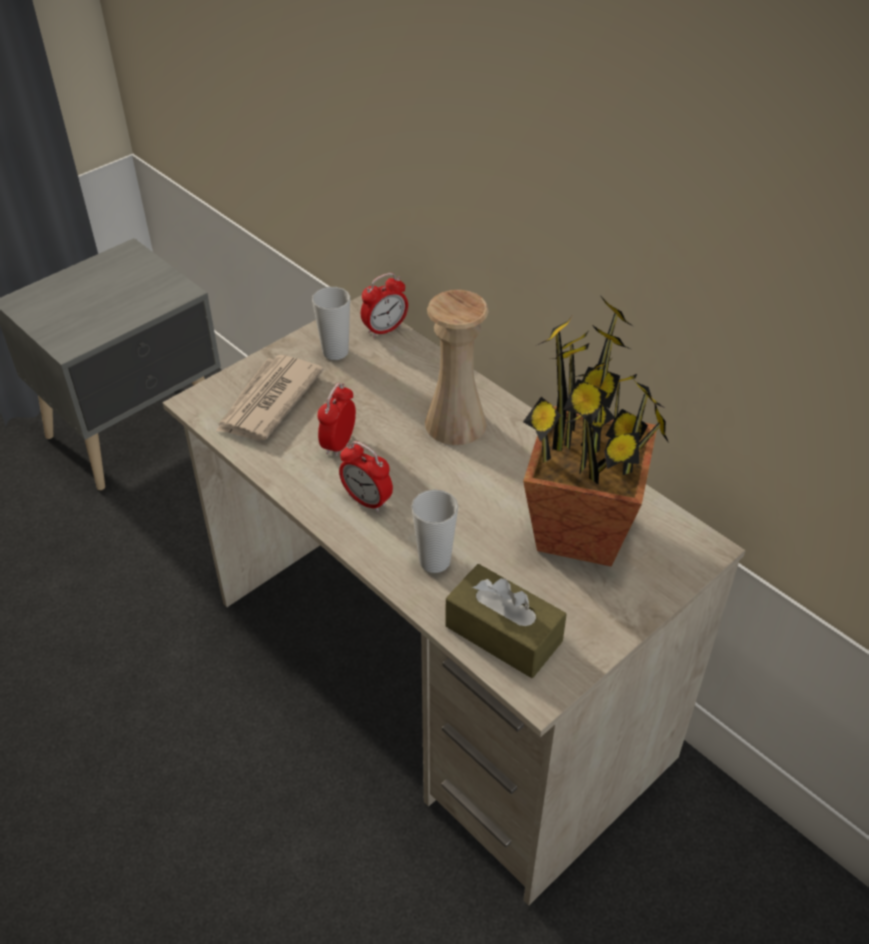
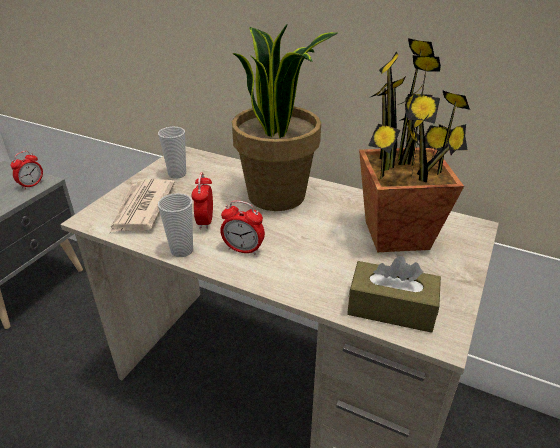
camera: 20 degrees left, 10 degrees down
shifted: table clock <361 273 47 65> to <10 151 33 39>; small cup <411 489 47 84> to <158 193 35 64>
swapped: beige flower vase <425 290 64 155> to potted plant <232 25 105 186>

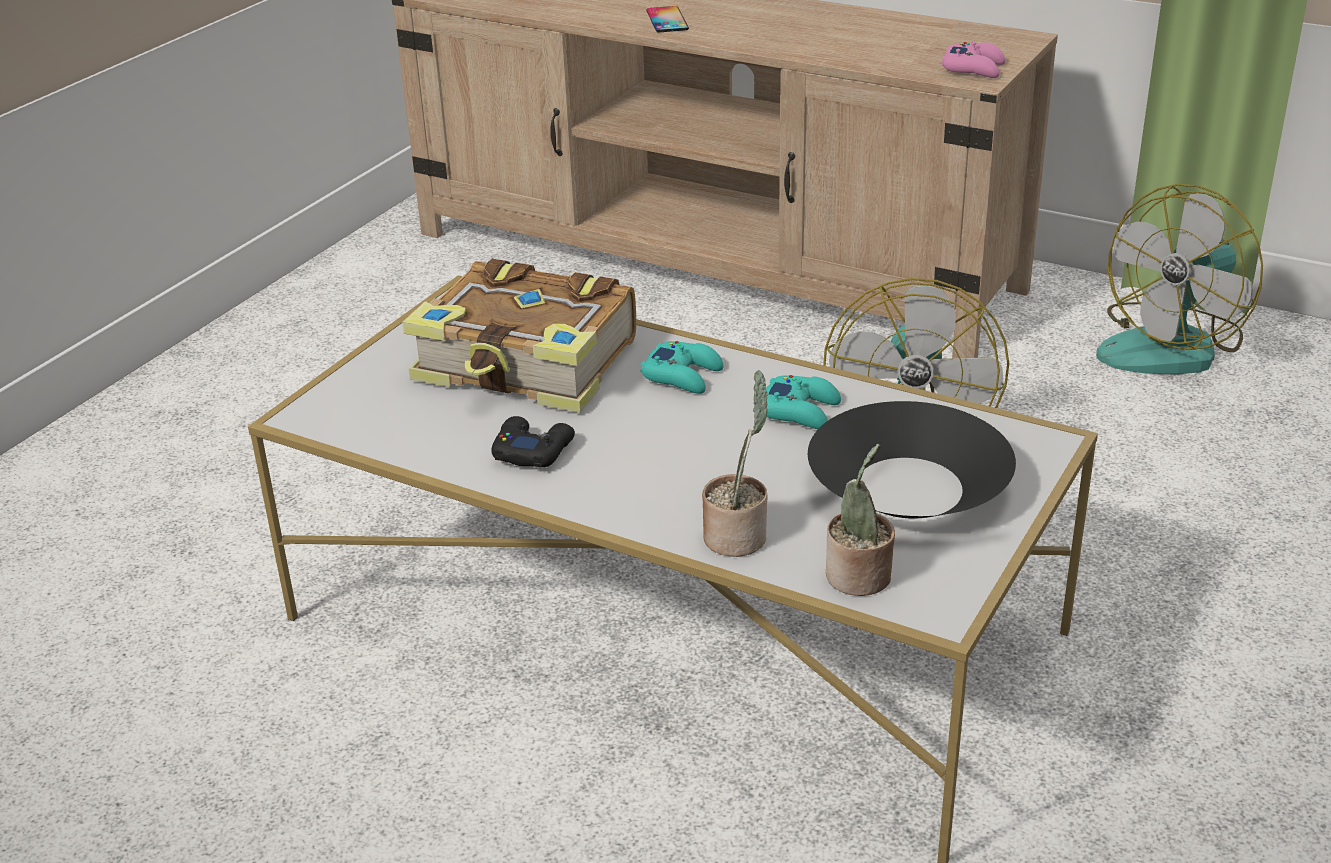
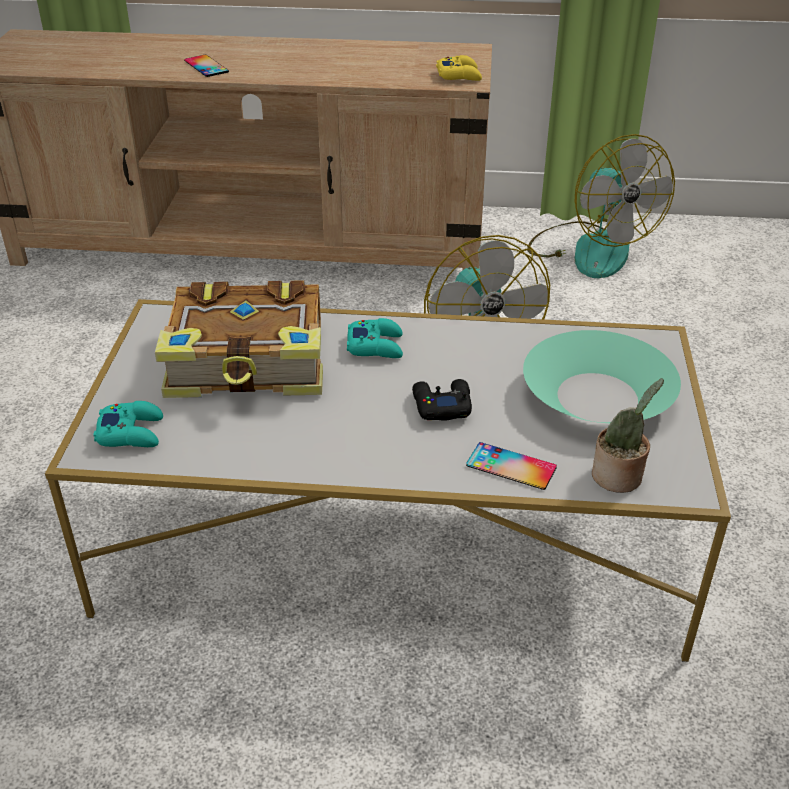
camera: 25 degrees left, 5 degrees up
shifted: turquoise-coloured joypad <766 375 75 54> to <93 401 70 46>; blackish joypad <491 416 84 51> to <412 379 60 42>
swapped: potted plant <702 370 66 187> to handset <466 442 91 48>
repainted: pink joypad <941 42 65 36> to yellow-coloured joypad <436 55 46 26>; blackish deep dish <808 401 208 118> to turquoise-coloured deep dish <523 330 158 93>
rotated: electric fan <1096 184 167 191> = <527 134 148 144> 45 degrees counterclockwise

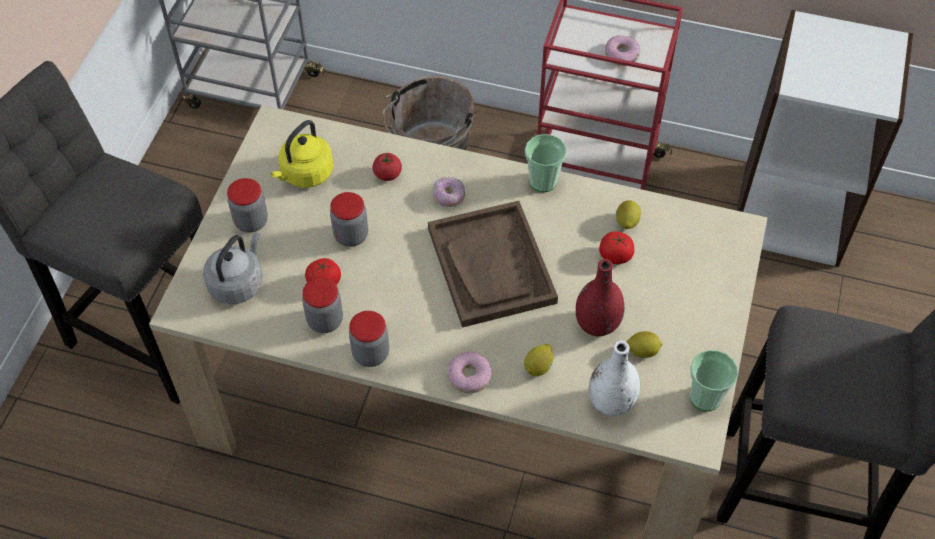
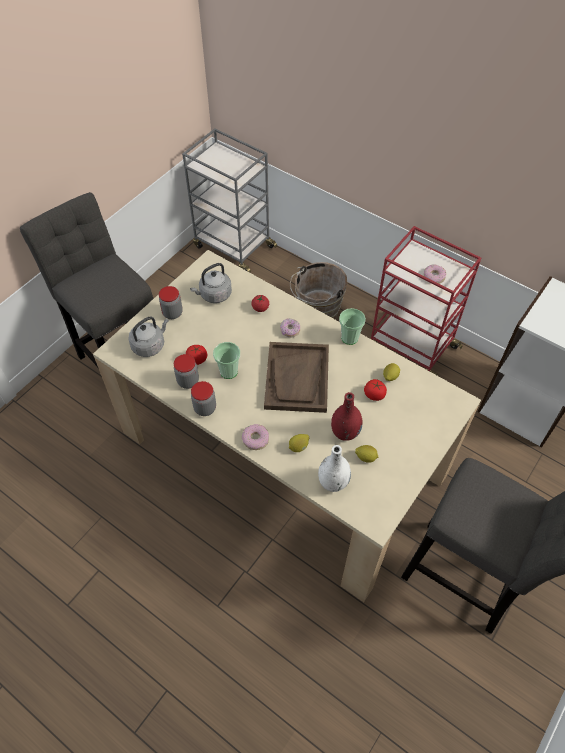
camera: 20 degrees right, 0 degrees up
gone: storage jar <330 192 38 55>
shifted: small cup <690 350 48 61> to <213 342 27 37>
repainted: yellow-coloured water kettle <271 120 62 68> to gray water kettle <190 263 42 40>

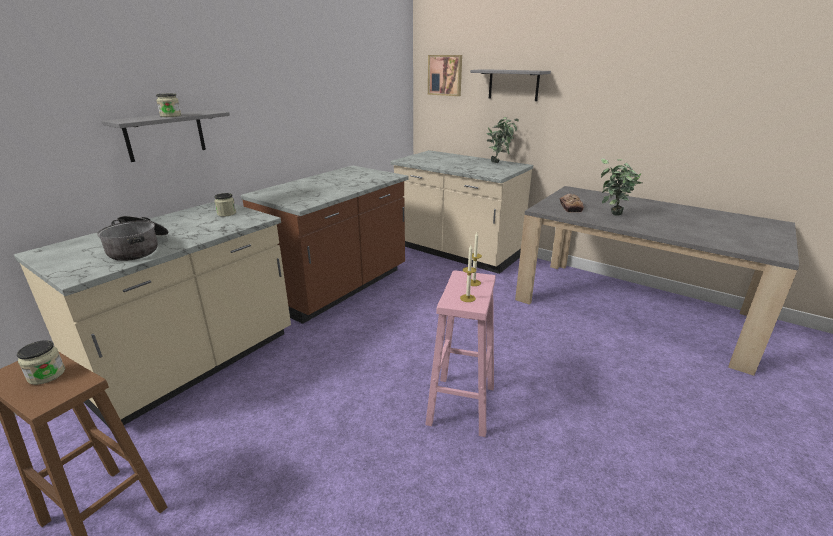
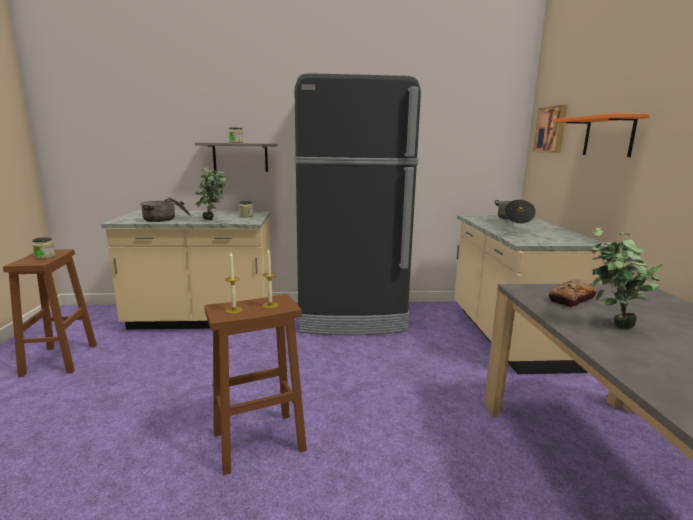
camera: 50 degrees right, 10 degrees down
new: stockpot <495 199 41 25>
shifted: potted plant <487 117 32 46> to <194 167 33 53>
swapped: brown-coloured counter <241 165 167 159> to blackish fridge <294 73 127 262>
repainted: gray shelf <470 69 81 32> to orangey shelf <553 113 97 44>; pink sitting stool <425 270 71 167> to brown-coloured sitting stool <204 294 103 181>

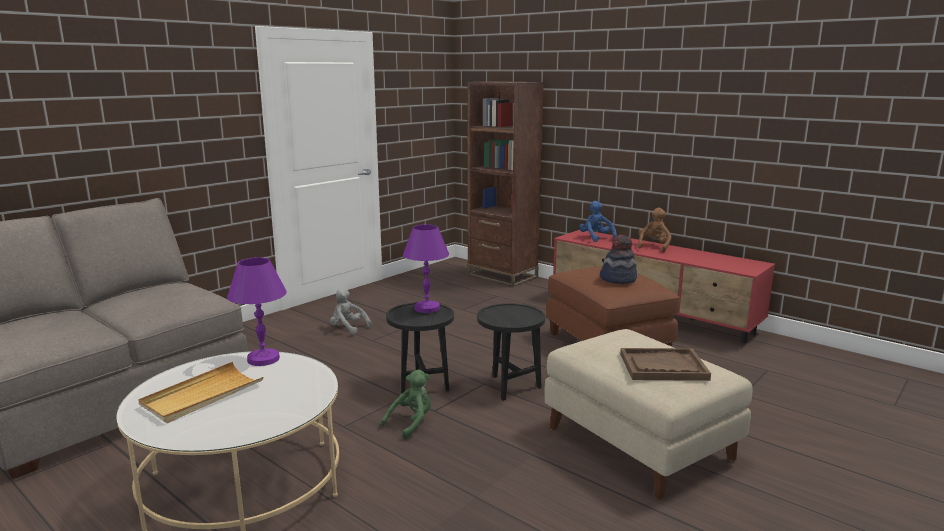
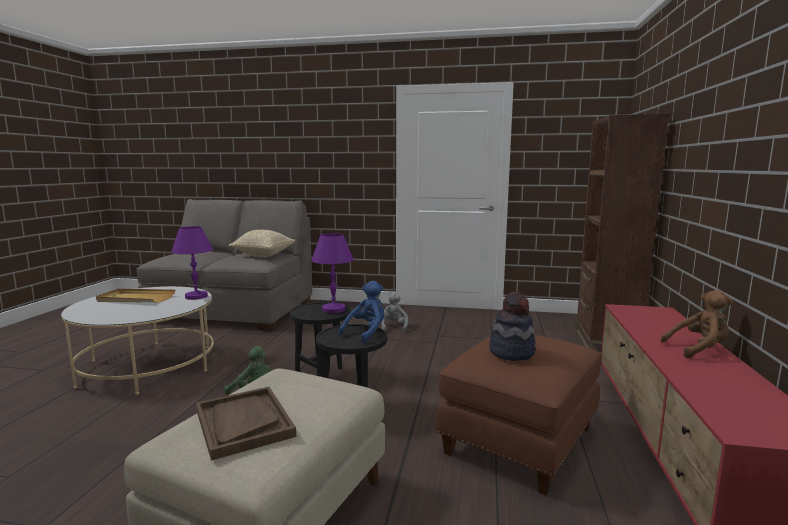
camera: 60 degrees right, 5 degrees down
new: beige cushion <229 230 67 28>
shifted: blue plush toy <579 201 38 41> to <339 281 46 62>

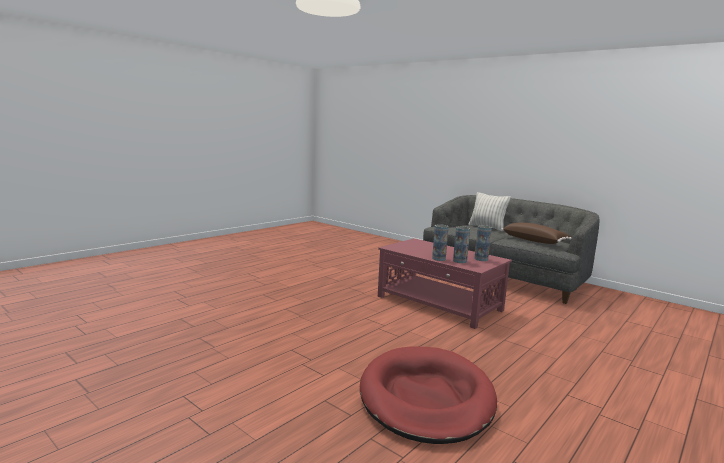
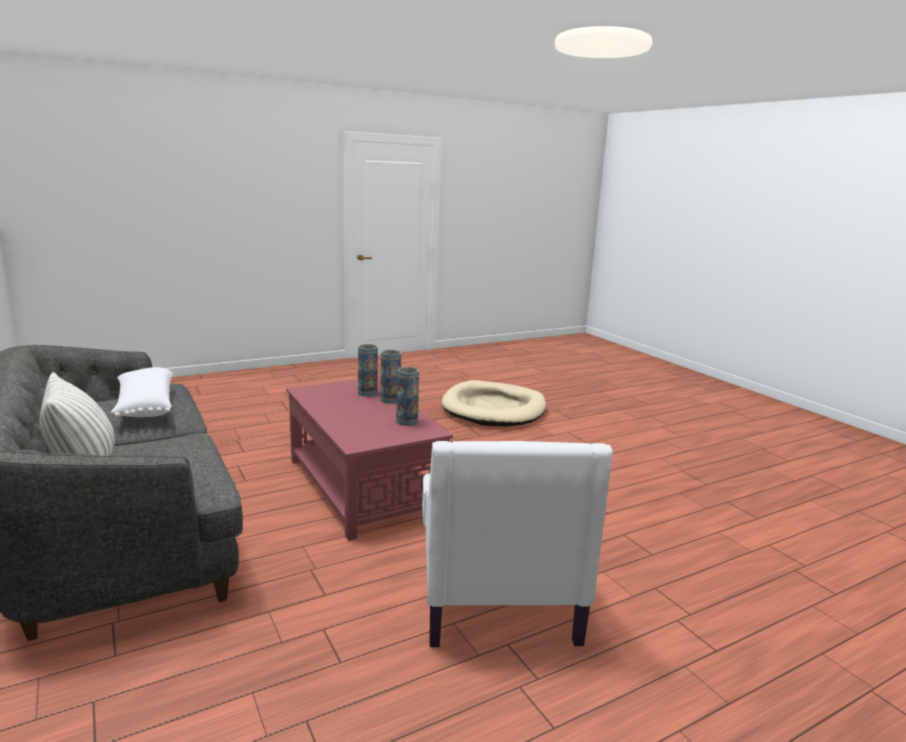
camera: 160 degrees left, 5 degrees up
new: white easy chair <422 441 191 206>
shifted: flower vase <474 225 18 36> to <396 367 23 59>
repainted: brown-coloured cushion <501 222 71 22> to white cushion <111 367 62 50>; reddish dog cushion <360 347 137 97> to beige dog cushion <442 380 104 46>

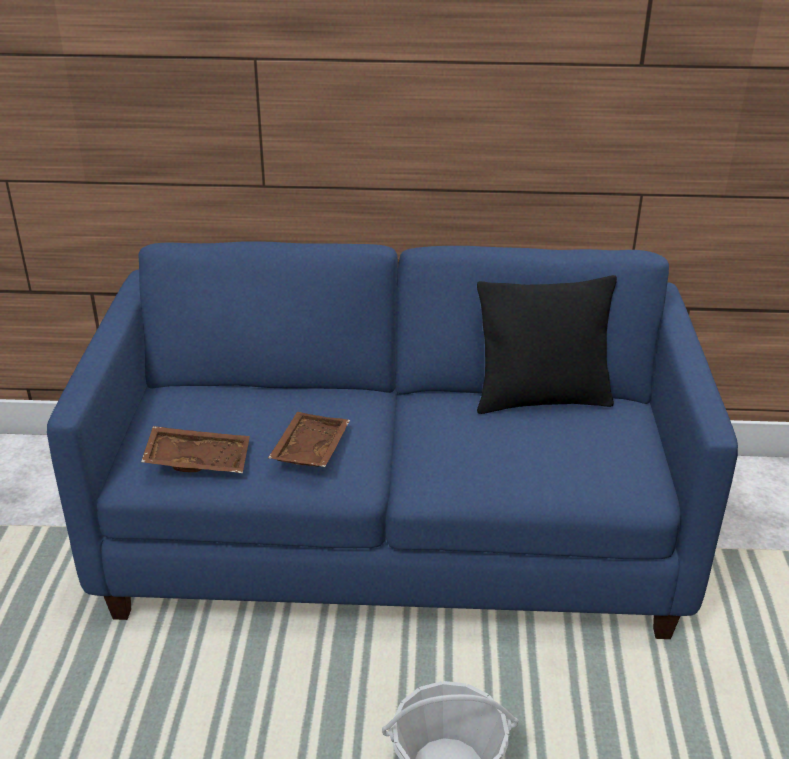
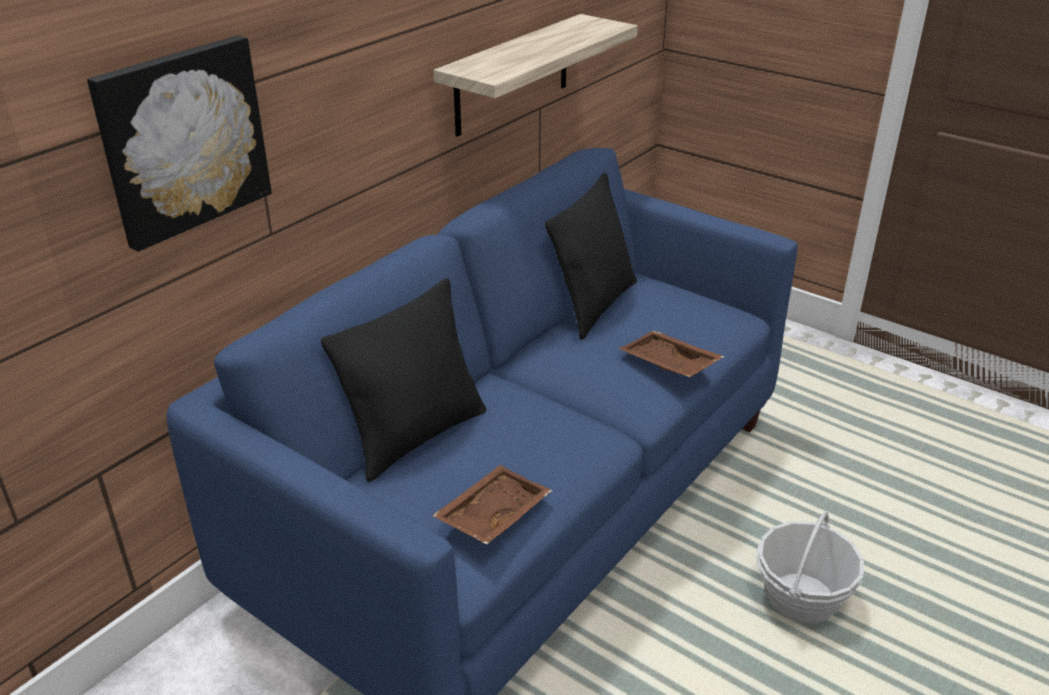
camera: 55 degrees left, 0 degrees up
new: shelf <433 14 205 123>; wall picture <87 35 185 217>; blackish cushion <321 278 165 204>
shifted: brown-coloured carrying tray <268 412 82 55> to <618 331 107 46>

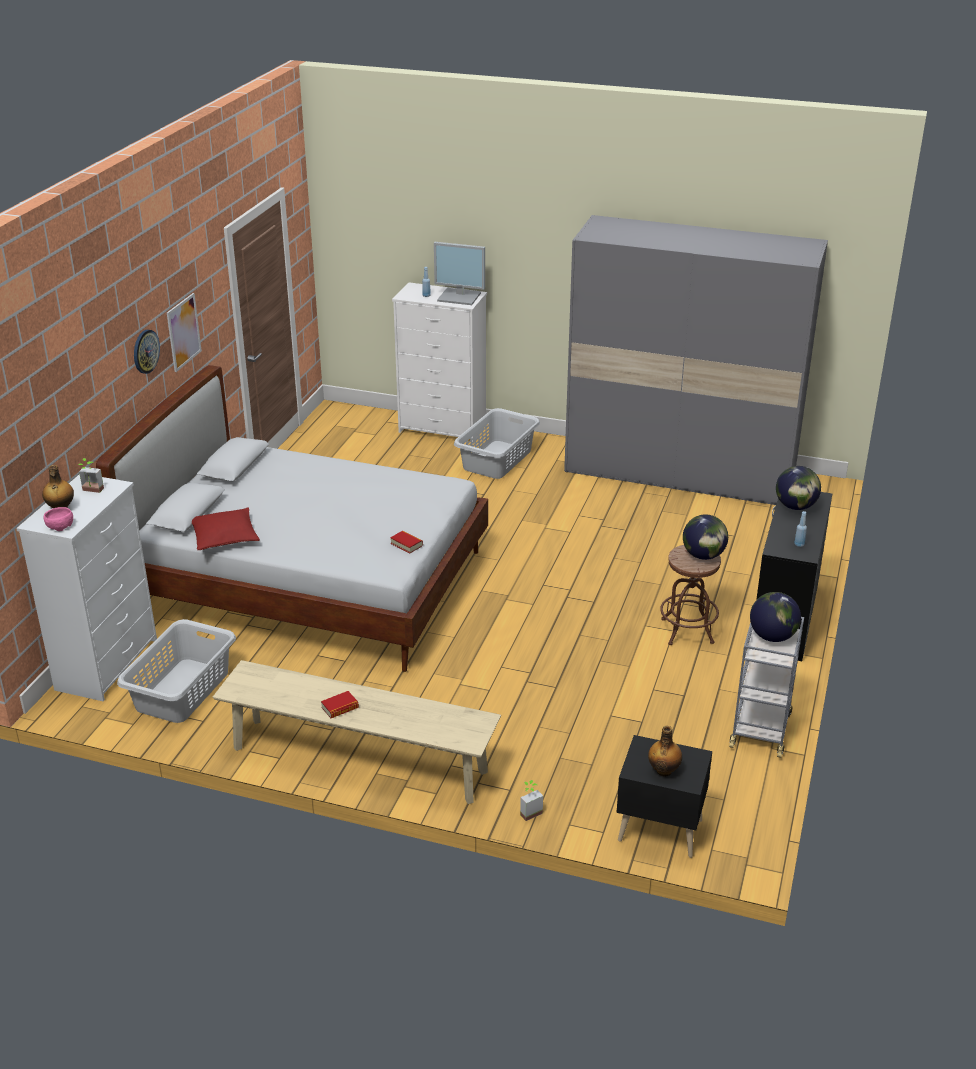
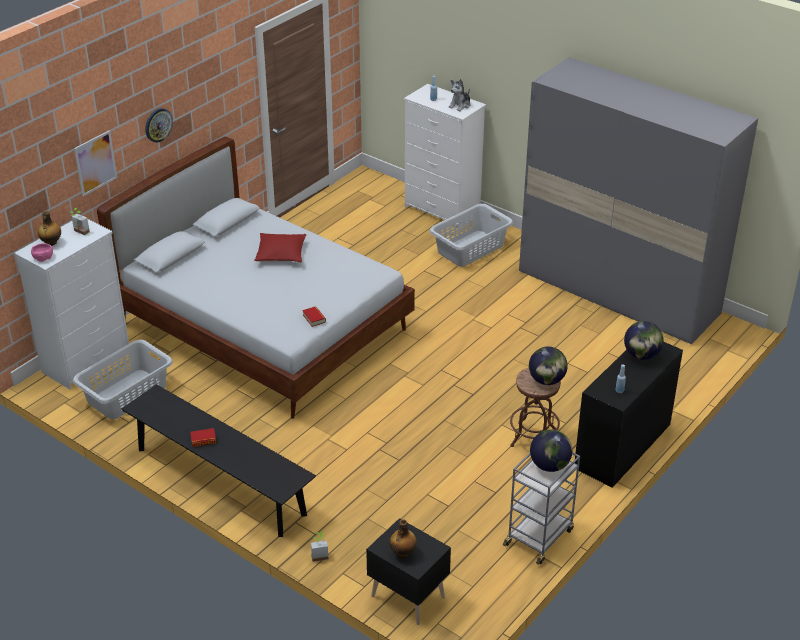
camera: 20 degrees right, 5 degrees up
shifted: wall picture <167 293 35 79> to <74 130 43 66>; reddish cushion <192 508 68 42> to <254 233 52 30>
swapped: computer display <434 242 51 63> to plush toy <449 79 21 32>
repainted: beige long seat <213 660 288 144> to blackish long seat <122 384 194 153>

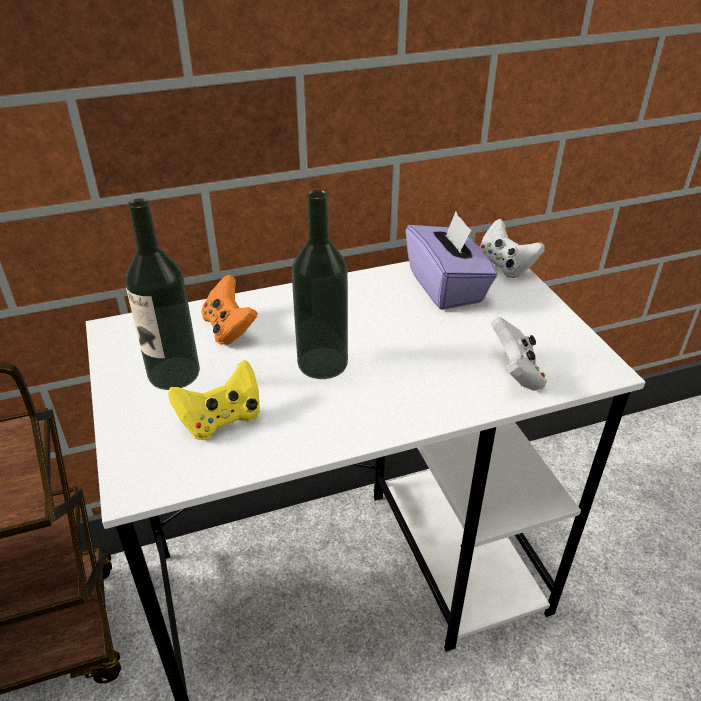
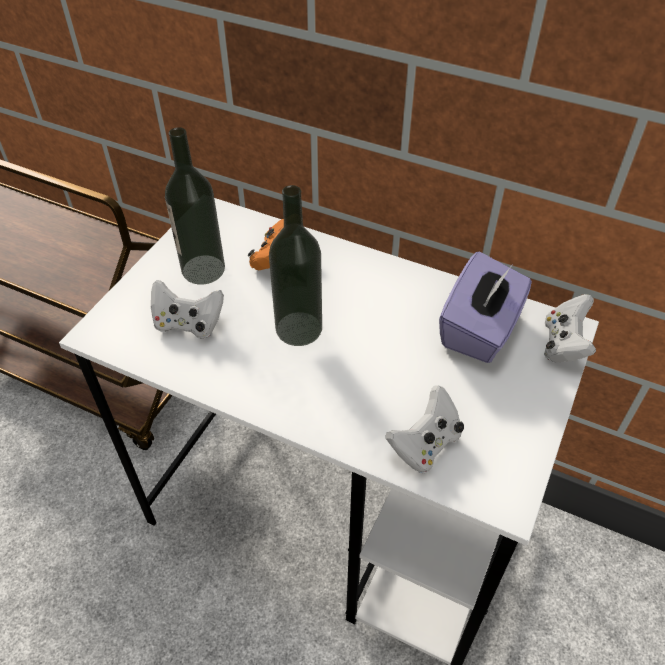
camera: 45 degrees right, 10 degrees up
repainted: yellow-coloured joypad <168 360 92 80> to white joypad <151 280 73 59>

